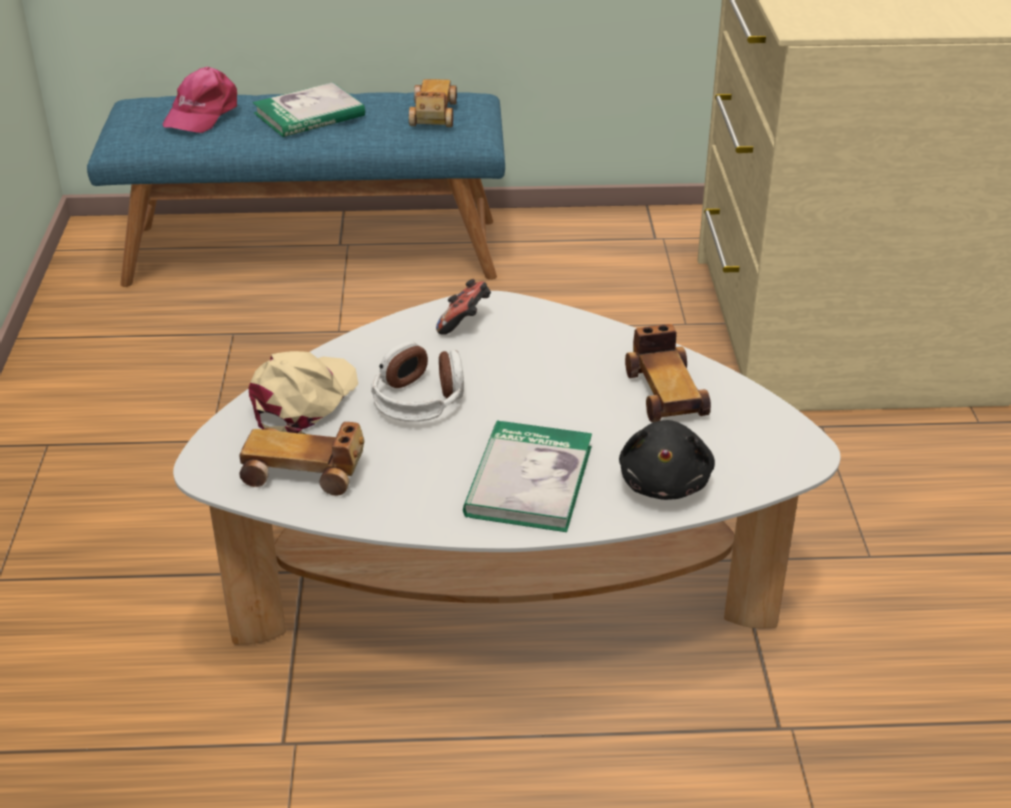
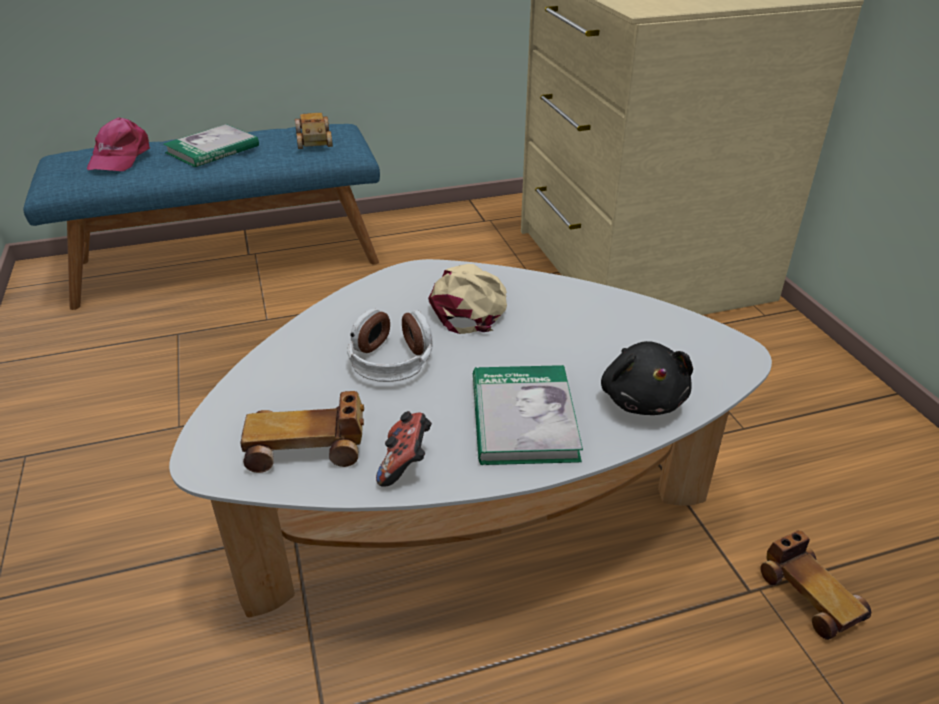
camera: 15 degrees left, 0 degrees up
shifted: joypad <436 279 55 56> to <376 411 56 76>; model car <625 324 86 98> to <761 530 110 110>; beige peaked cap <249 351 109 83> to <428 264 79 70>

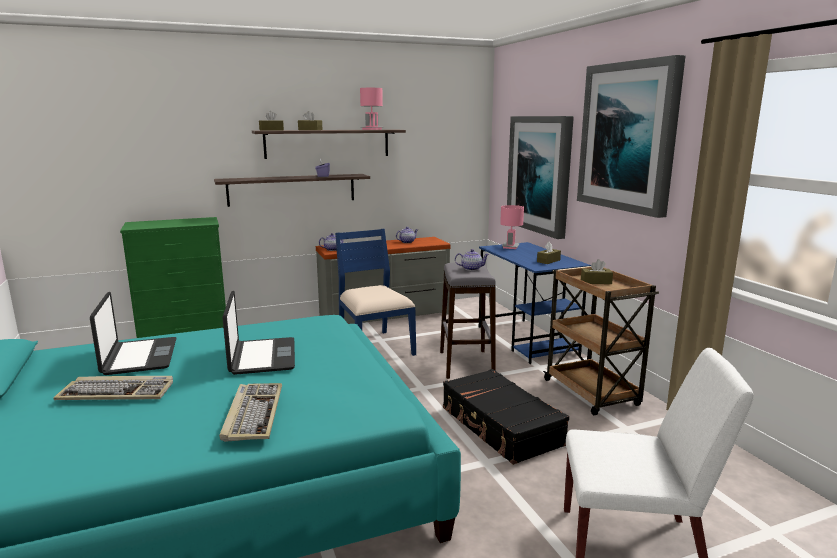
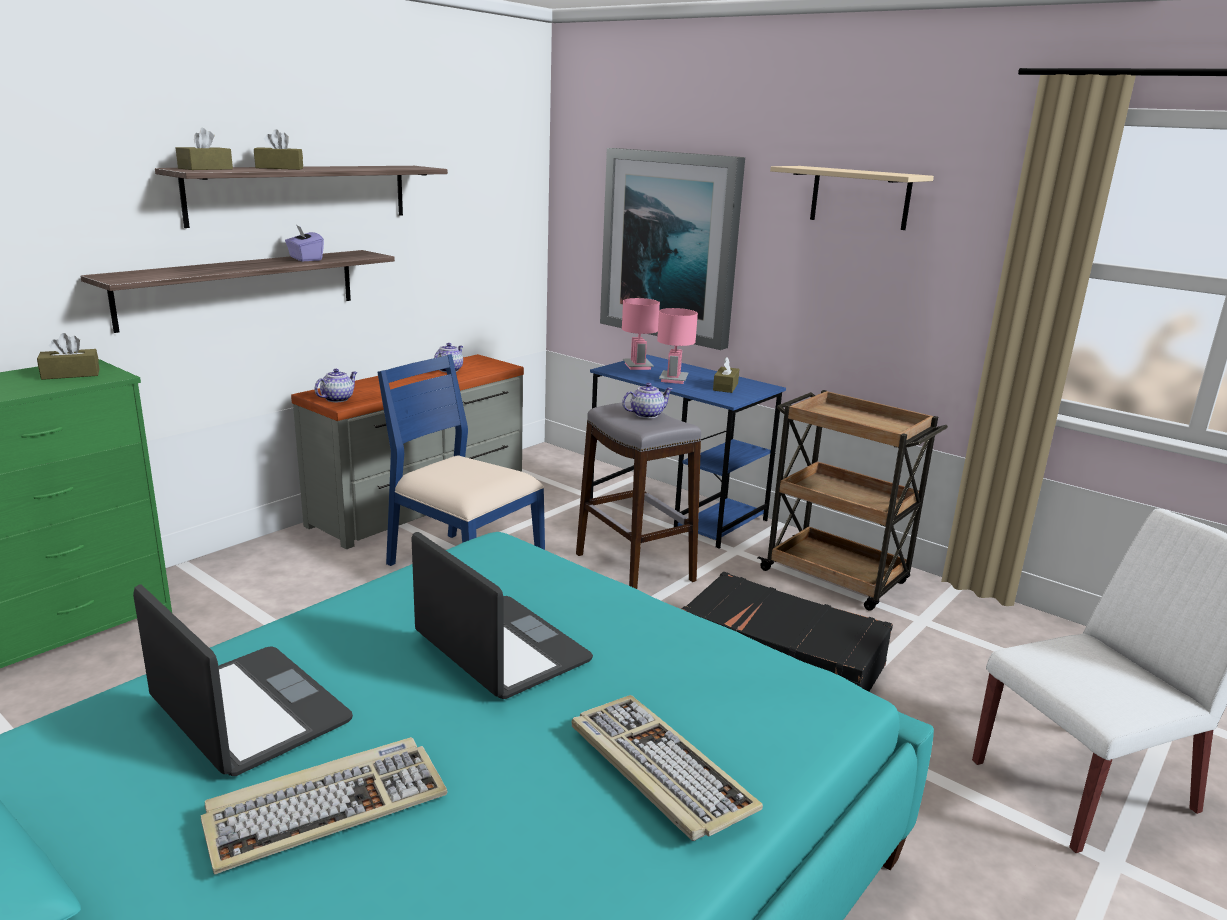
camera: 30 degrees left, 5 degrees up
shifted: pink tabletop lamp <360 88 23 42> to <657 308 41 76>; brown-coloured tissue holder <581 259 32 25> to <37 333 62 47>
swapped: wall picture <577 55 109 163> to beige shelf <770 166 164 64>

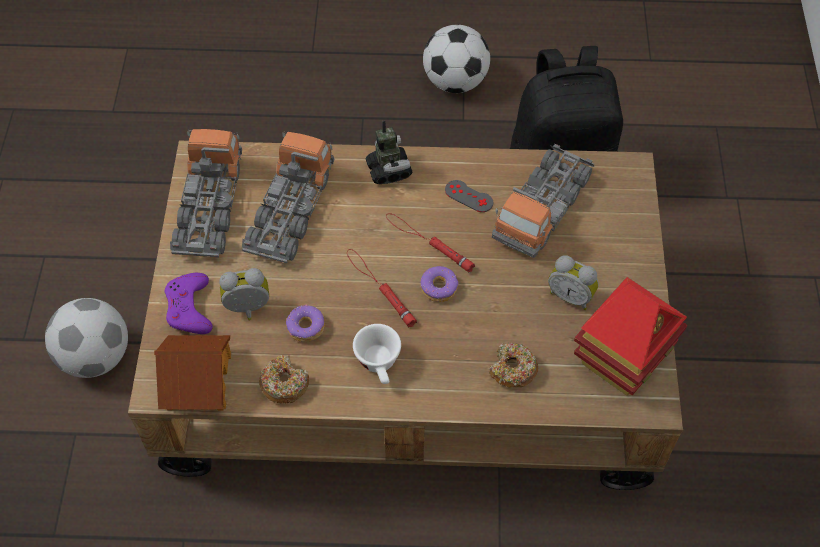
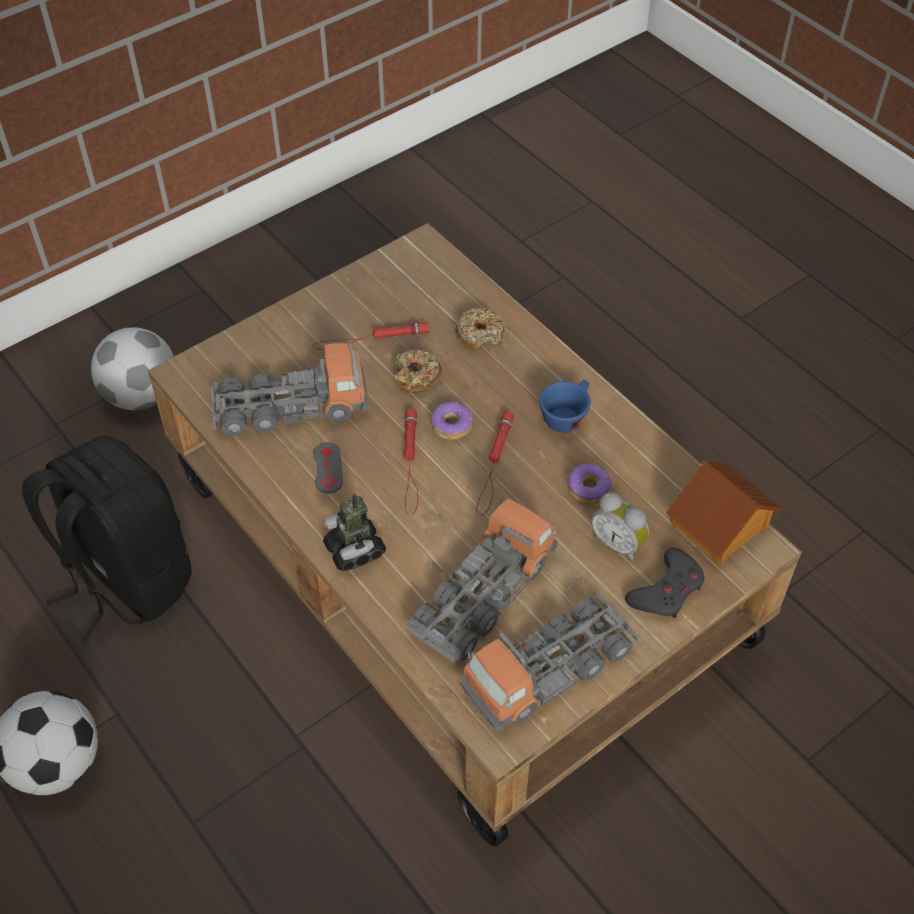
camera: 130 degrees left, 5 degrees down
gone: model house <574 277 113 119>
shifted: football ball <45 298 83 80> to <91 327 83 83>; donut <259 355 50 49> to <394 350 48 43>
swapped: table clock <548 255 51 55> to reddish torch <312 322 117 28>
repainted: purplish joypad <165 273 48 61> to gray joypad <625 548 80 70>; white small cup <353 324 48 60> to blue small cup <539 380 52 53>
rotated: model robot <365 120 48 64> = <323 494 63 77> 60 degrees counterclockwise; toy lorry <242 131 92 132> = <406 495 152 168> 150 degrees clockwise

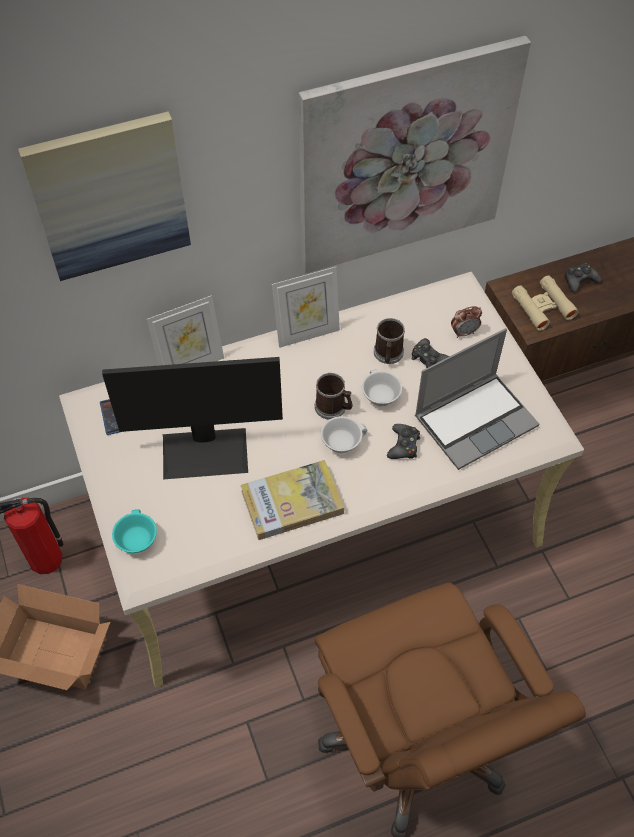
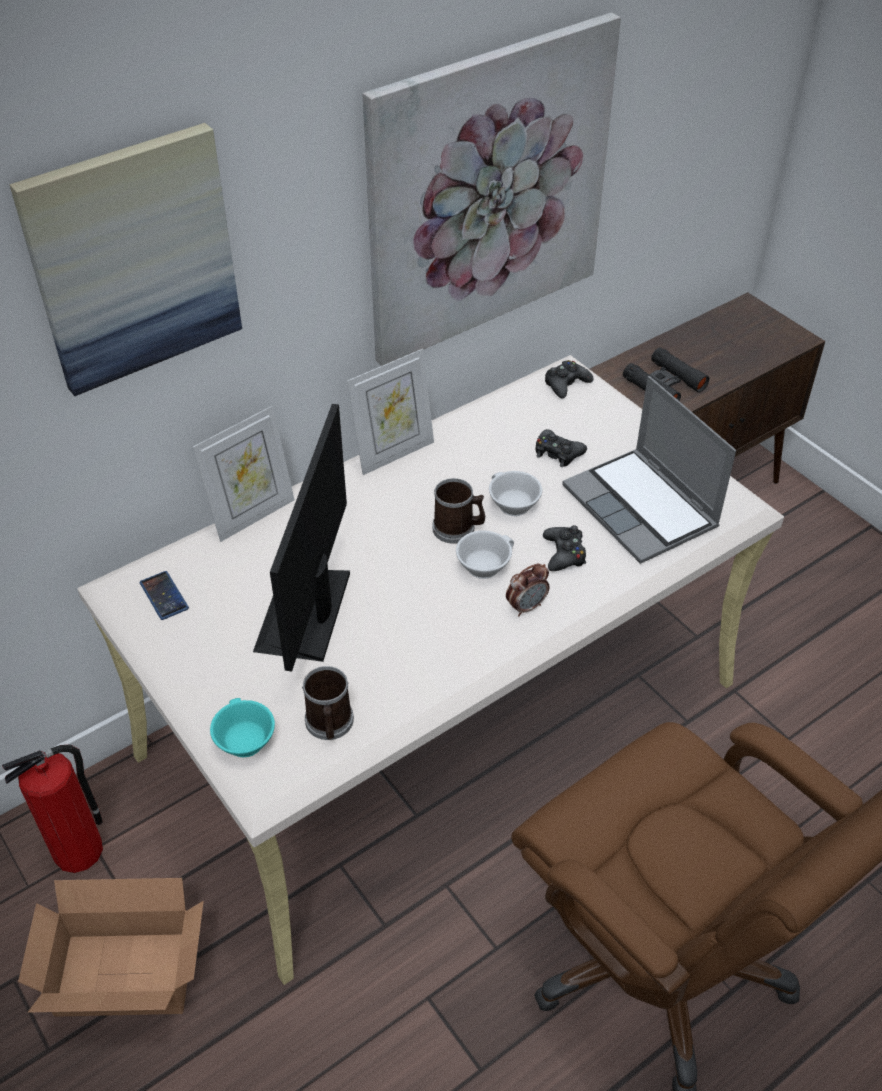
camera: 15 degrees left, 10 degrees down
gone: book <241 460 103 80>
shifted: blackish joypad <565 263 36 30> to <545 360 49 39>; table clock <451 306 31 32> to <506 563 44 53>; mug <374 318 31 46> to <302 666 52 74>
repainted: beige binoculars <512 275 66 56> to blackish binoculars <623 347 86 54>
rotated: laptop <415 328 124 142> = <562 376 174 188> 105 degrees clockwise; computer display <102 357 181 123> = <253 404 97 267> 120 degrees clockwise

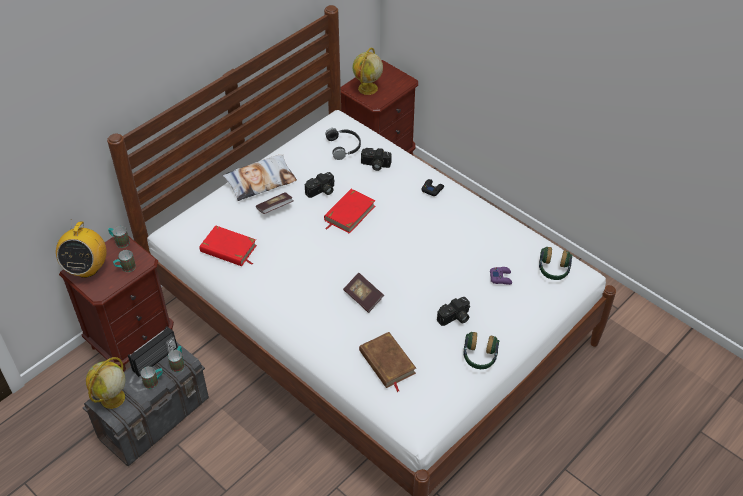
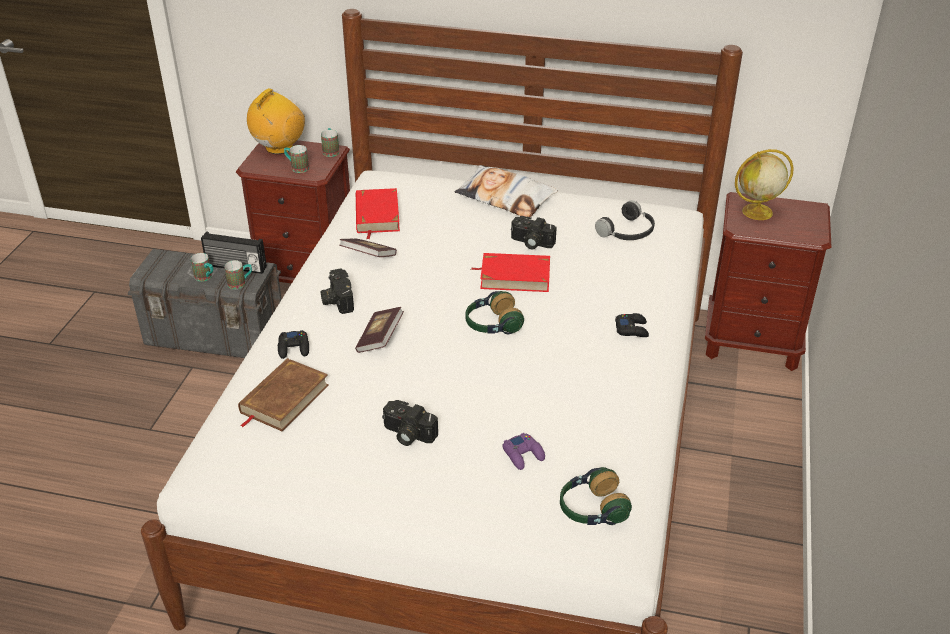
camera: 60 degrees right, 10 degrees down
gone: world globe <86 357 40 52>
new: blackish joypad <278 330 31 29>
shifted: still camera <361 148 31 23> to <321 268 33 46>; book <256 192 37 22> to <339 239 58 18>; pair of headphones <463 332 36 37> to <466 291 58 44>
rotated: radio receiver <56 219 51 59> = <247 88 58 66> 150 degrees clockwise

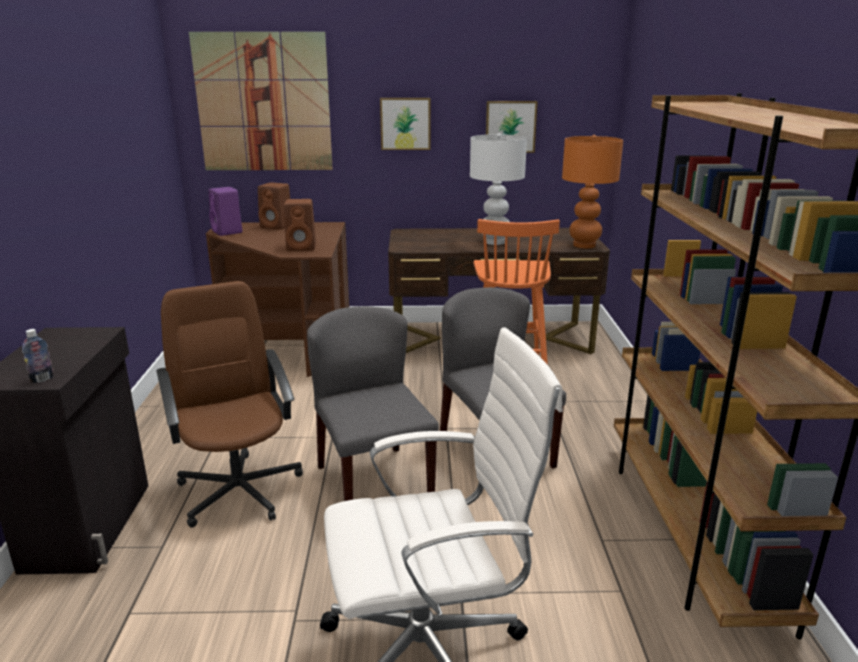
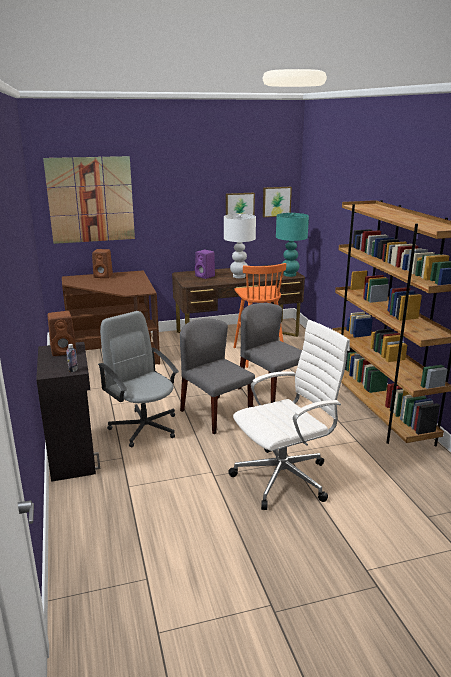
camera: 15 degrees left, 0 degrees up
shifted: wall picture <380 98 51 52> to <263 187 29 30>; purplish speaker <209 187 33 49> to <195 250 20 29>; brown-coloured speaker <284 199 32 52> to <47 311 29 45>
repainted: orangey tabletop lamp <562 135 61 113> to turquoise-coloured tabletop lamp <276 213 33 64>; brown-coloured office chair <156 281 147 247> to gray office chair <98 311 81 136>

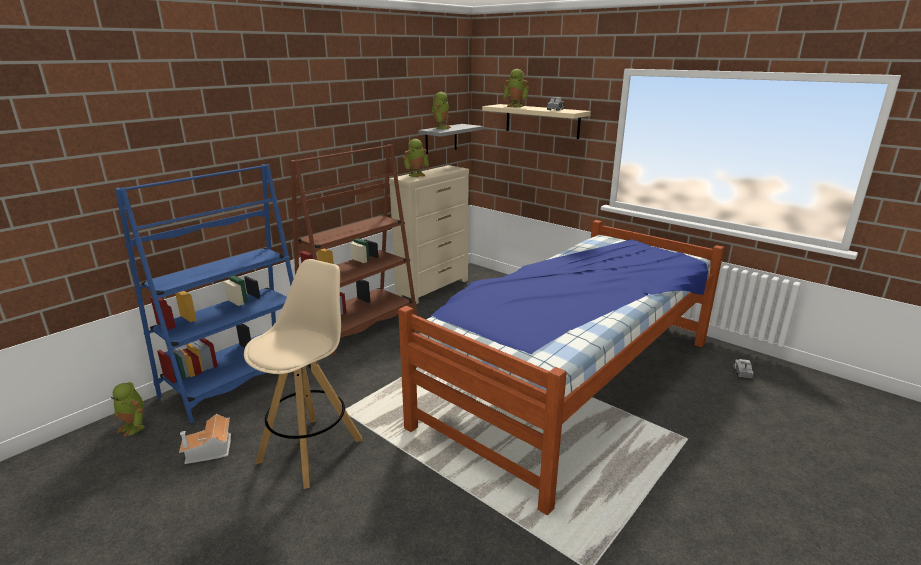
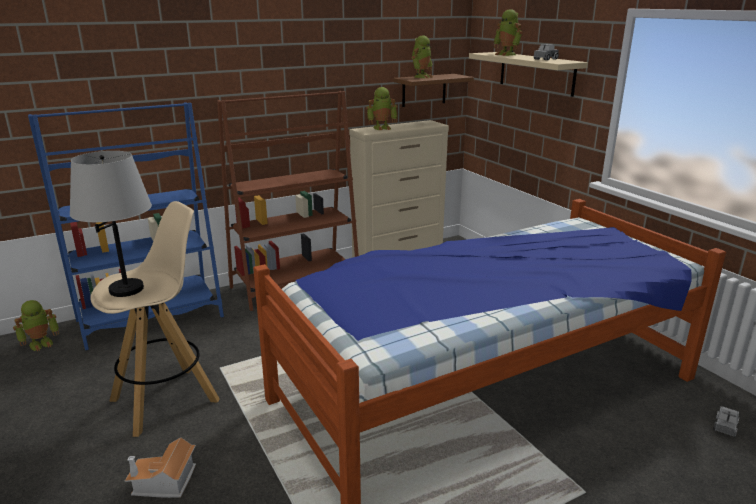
camera: 20 degrees right, 0 degrees up
new: gray tabletop lamp <70 151 82 146>
shifted: model house <179 414 52 50> to <125 437 71 61>
repainted: gray shelf <419 124 64 30> to brown-coloured shelf <393 74 81 33>
rotated: model robot <111 382 34 55> = <13 300 46 51> 90 degrees counterclockwise

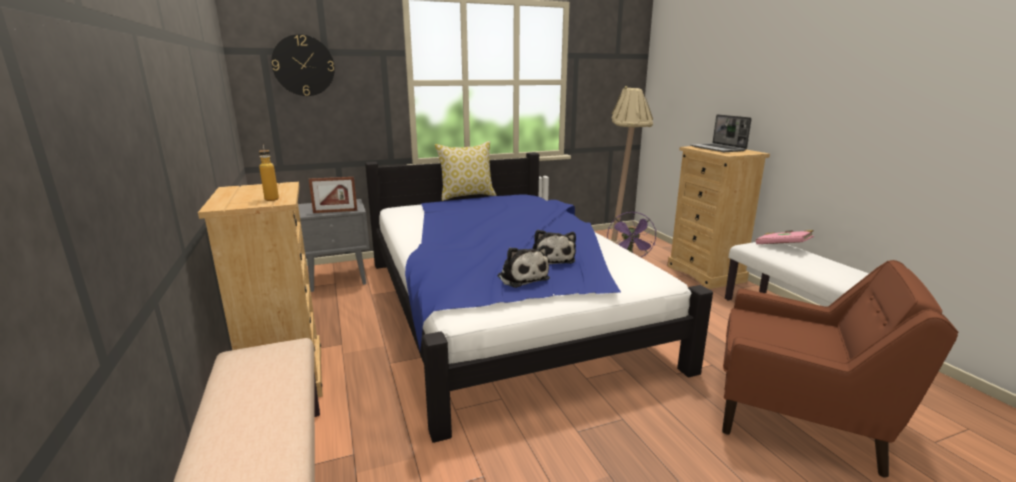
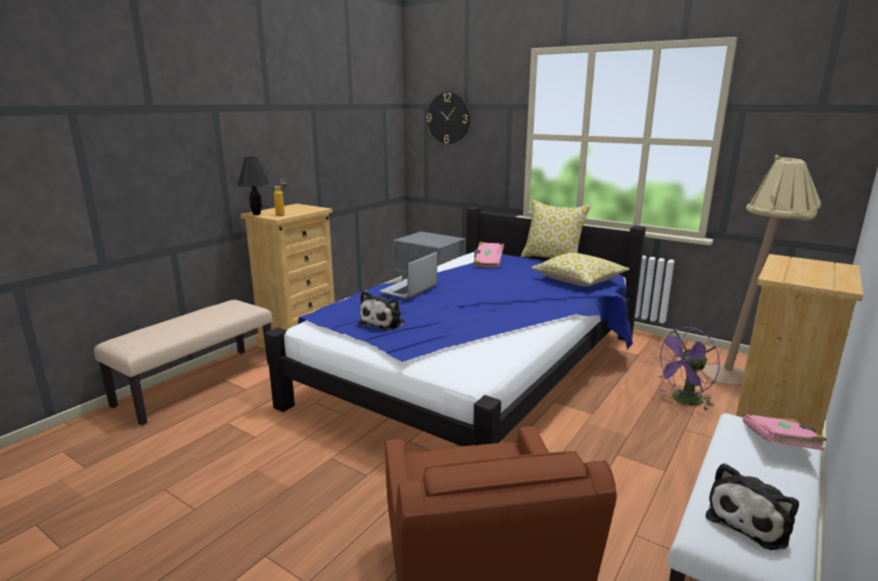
camera: 55 degrees right, 0 degrees up
gone: picture frame <309 177 48 36>
new: blackish tabletop lamp <238 157 31 58>; pink book <474 242 30 26>; cushion <531 253 98 33>
shifted: laptop <691 114 61 38> to <379 252 58 47>; plush toy <532 230 44 35> to <706 463 93 87>

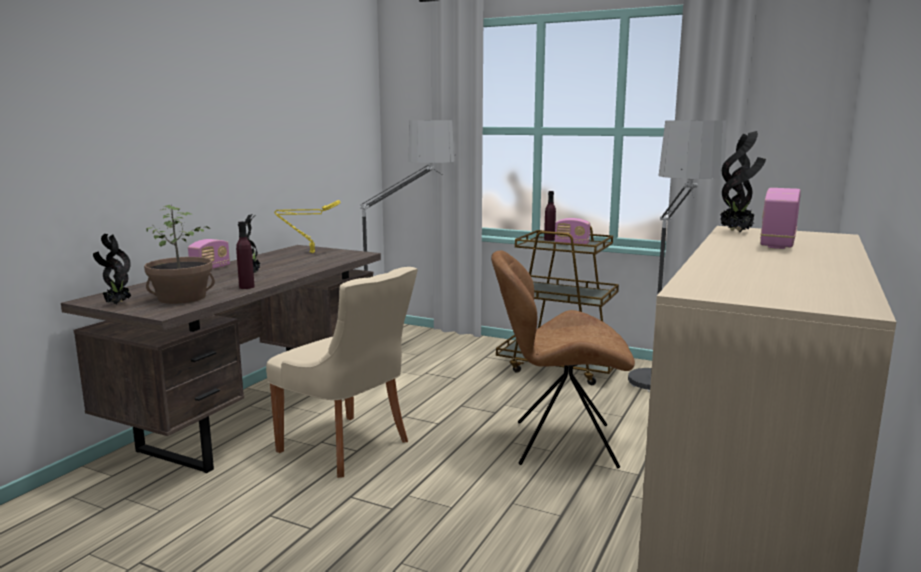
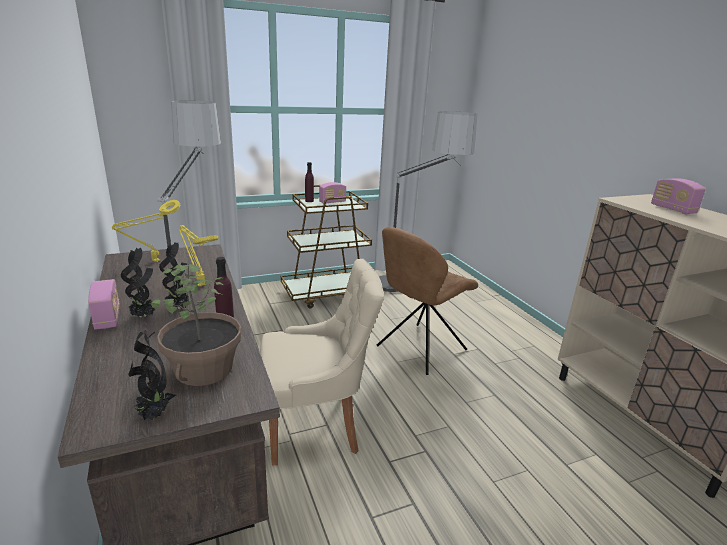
camera: 50 degrees left, 10 degrees up
new: yellow-coloured tabletop lamp <179 225 40 61>
shifted: potted plant <720 131 46 101> to <121 248 34 69>

